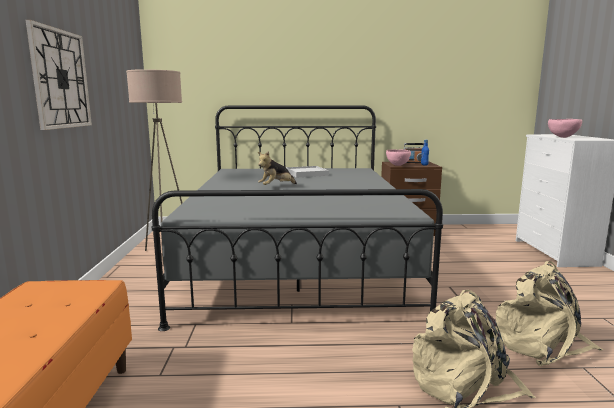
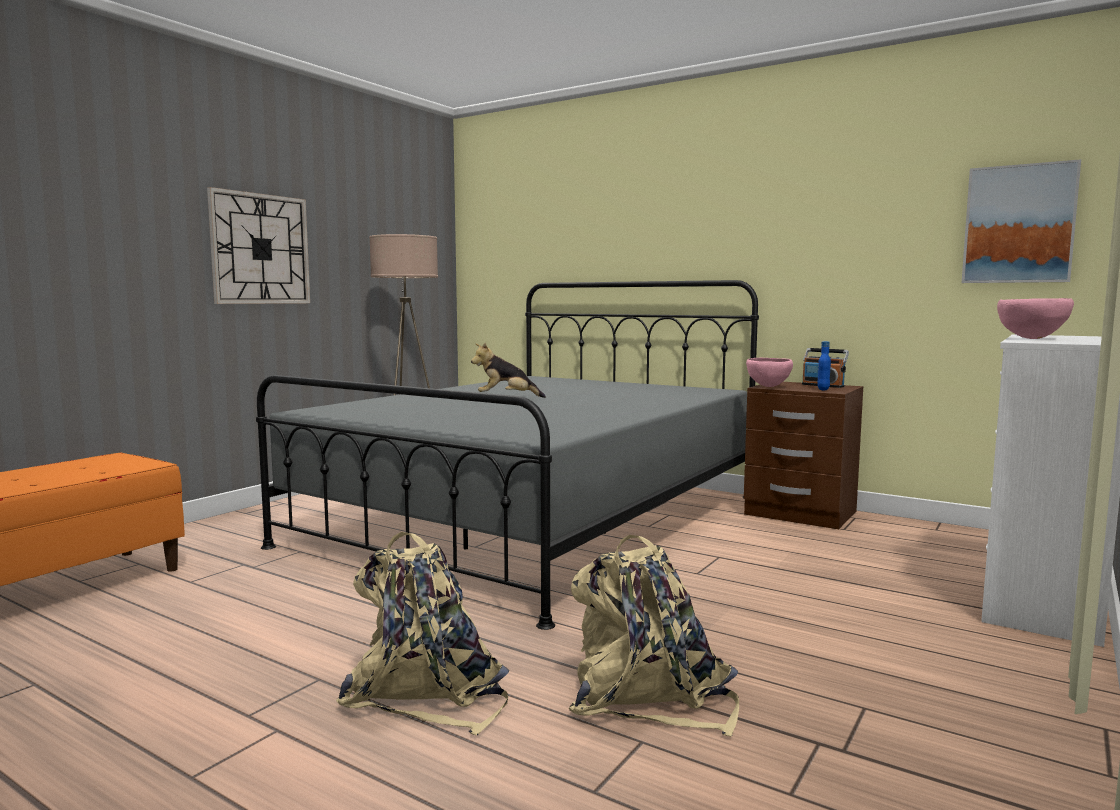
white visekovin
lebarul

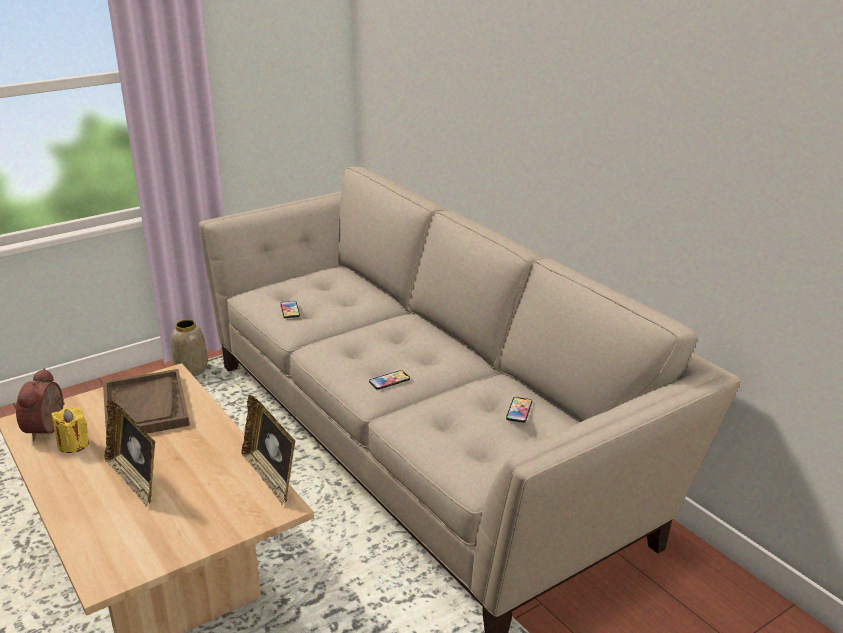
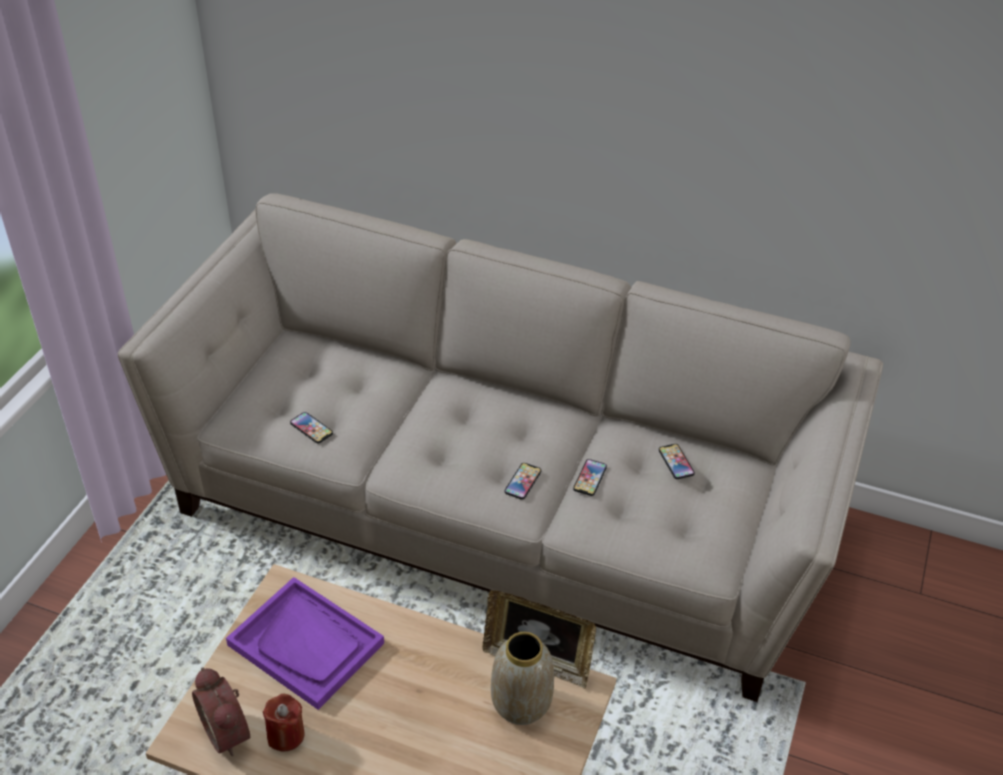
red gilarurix
purple visekovin
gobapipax (no. 1 from left in the first image)
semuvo
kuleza (no. 3 from left)

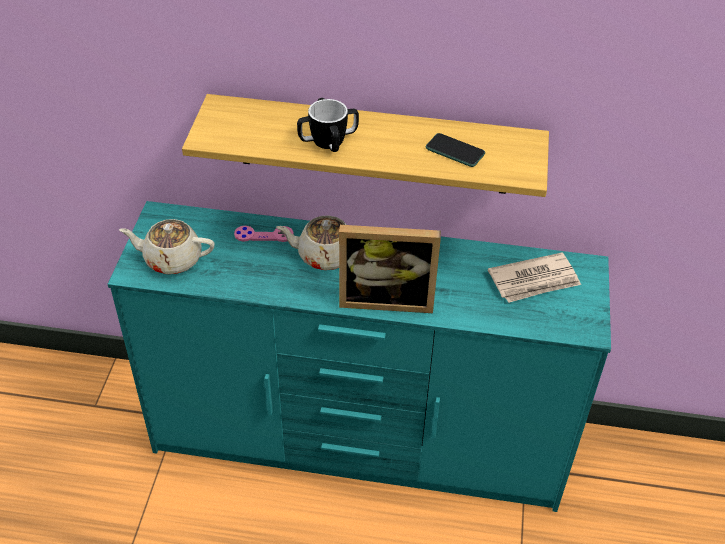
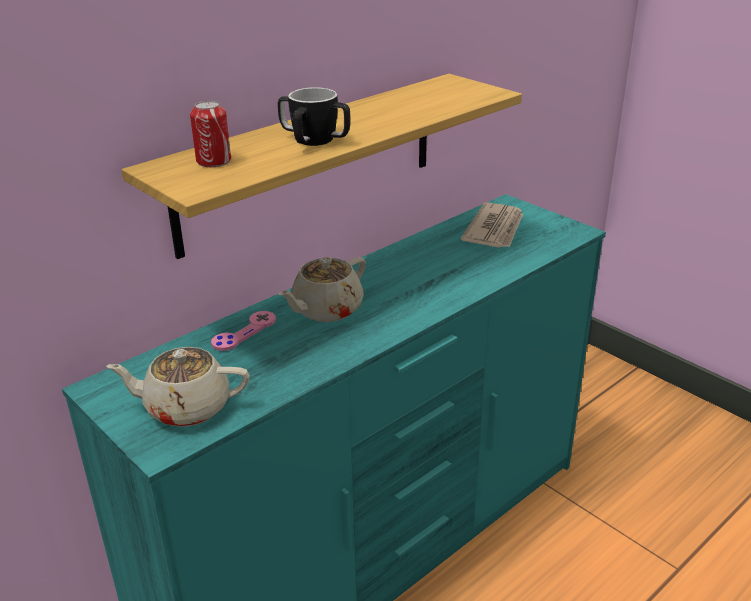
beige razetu (no. 1 from left)
gobapipax
kuleza
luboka

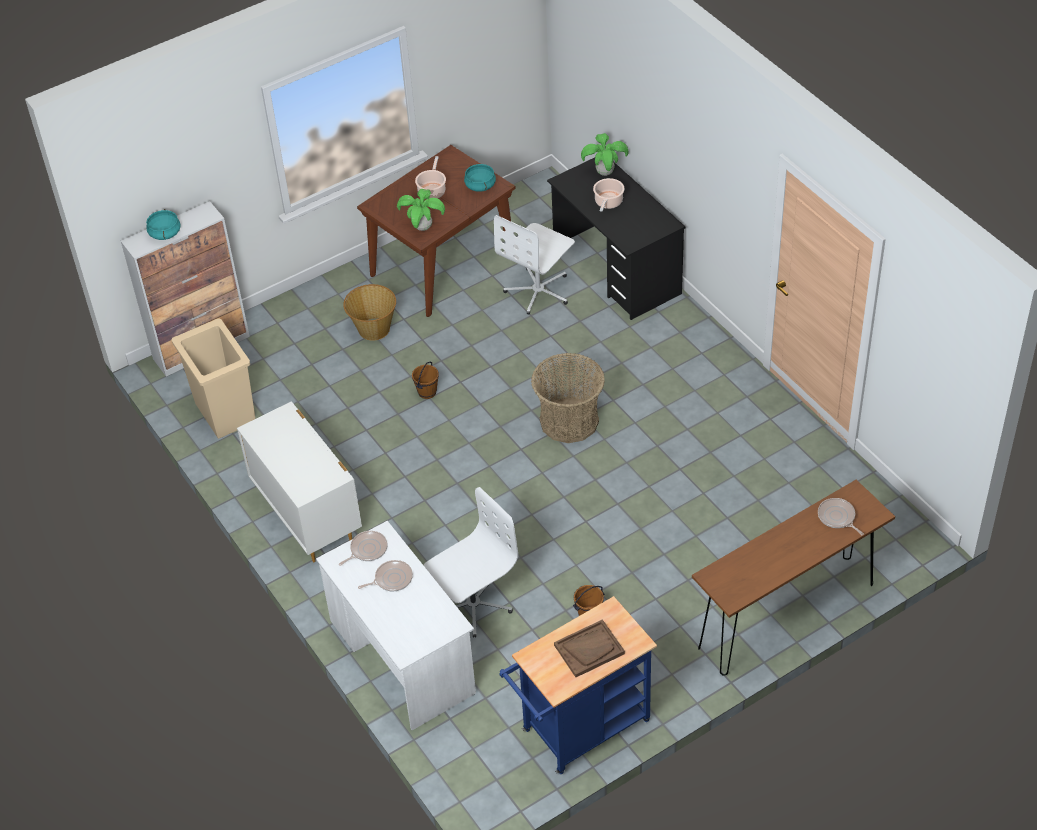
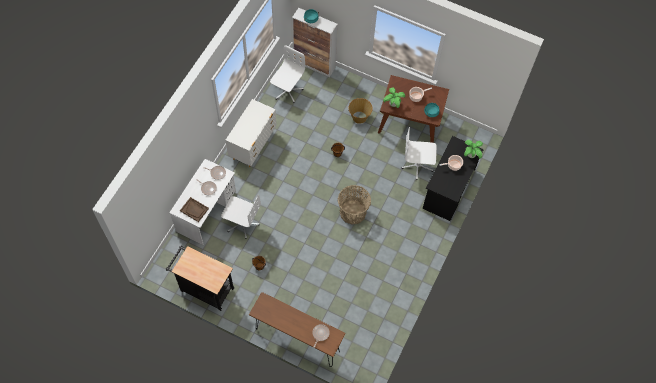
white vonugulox (no. 2 from left)
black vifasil
brown visekovin

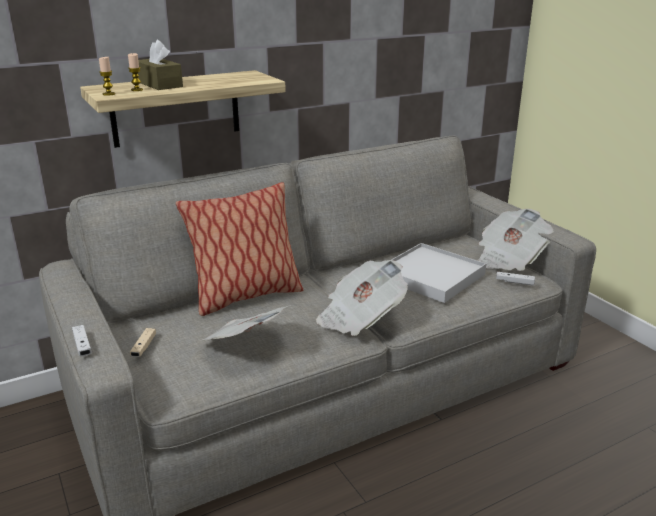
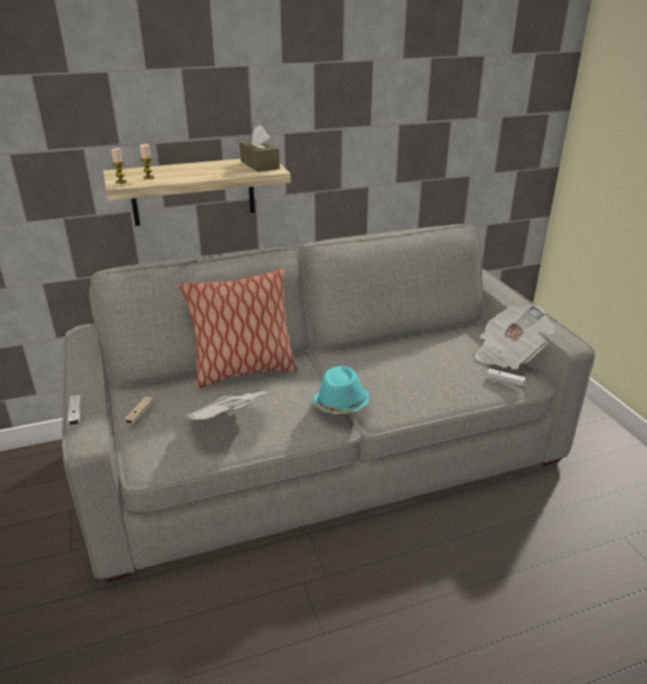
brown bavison
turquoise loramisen
white visekovin

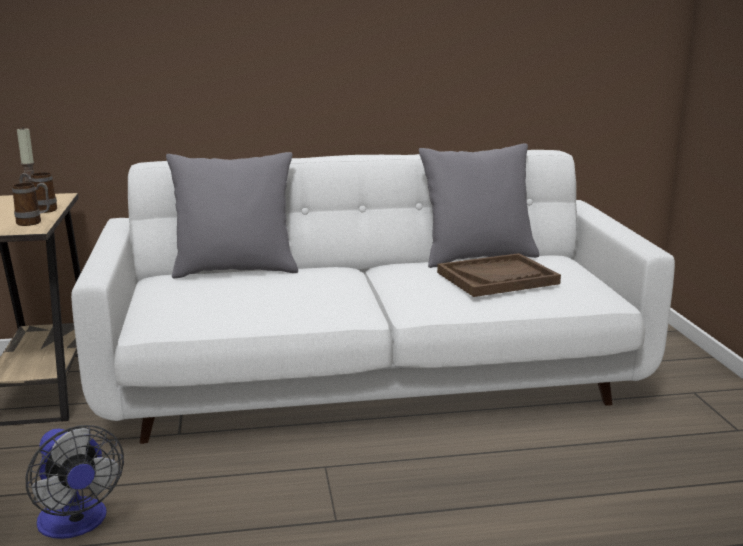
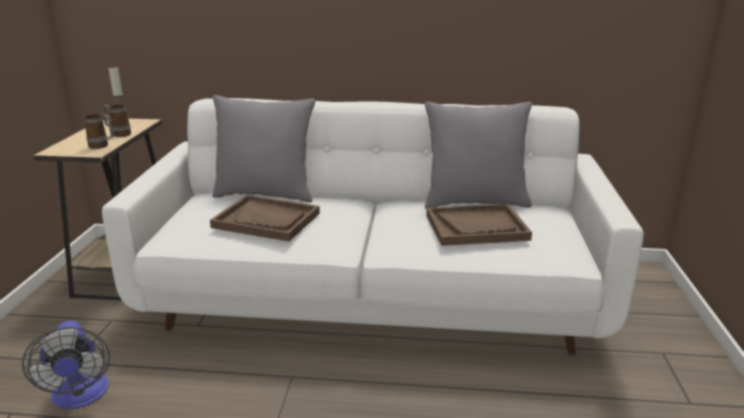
brown visekovin (no. 1 from left)

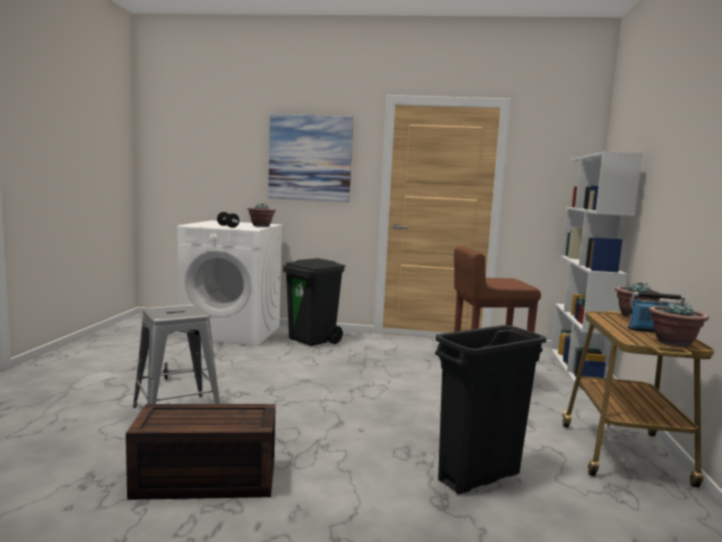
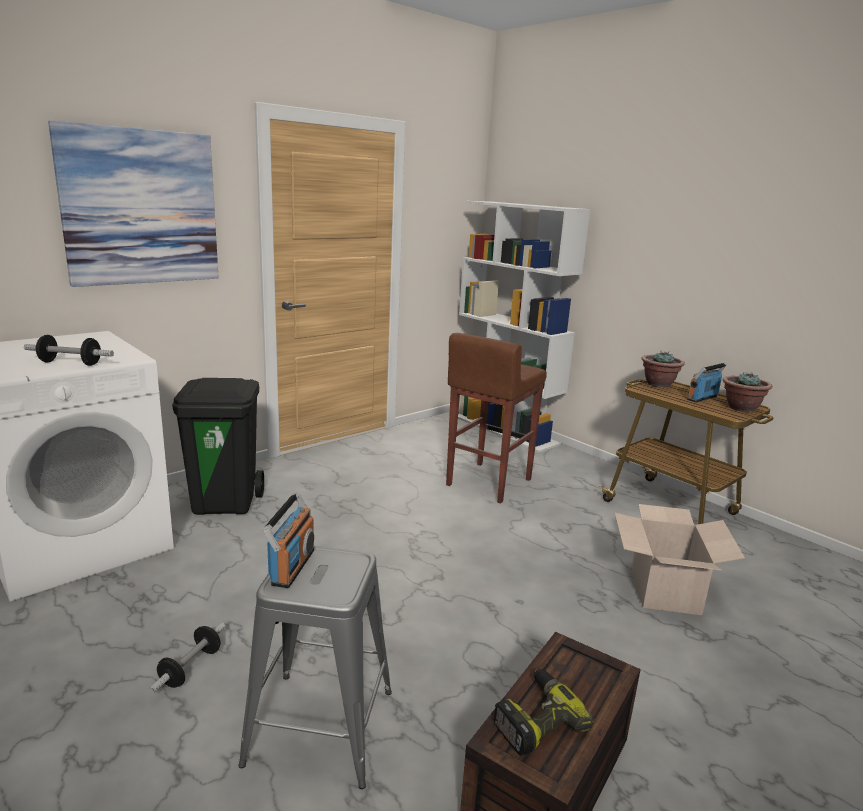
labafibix (no. 1 from left in the first image)
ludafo
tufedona (no. 1 from left)
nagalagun

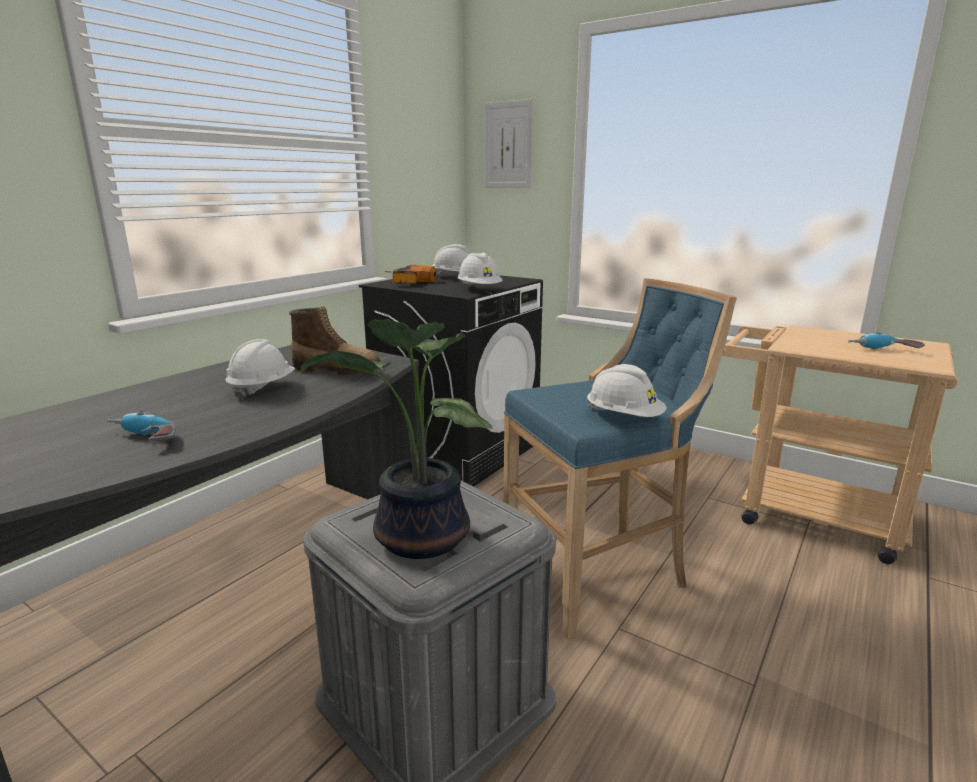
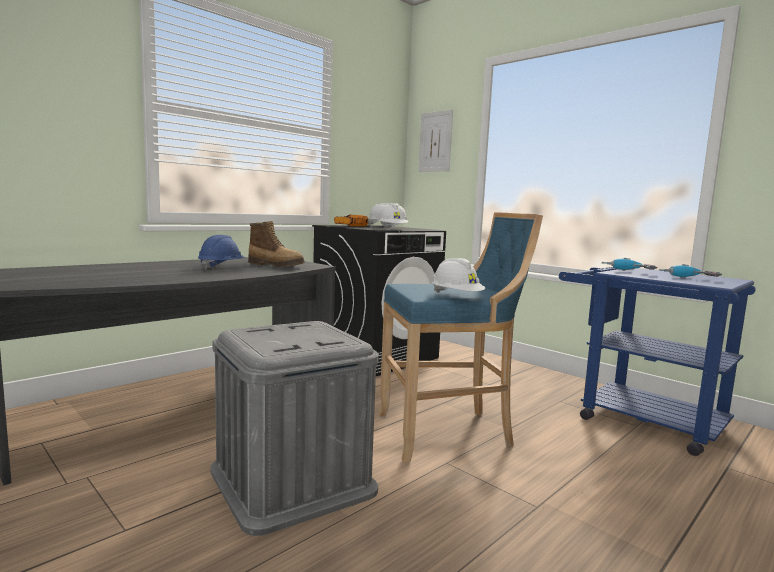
nagalagun (no. 2 from left)
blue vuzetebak
labafibix
blue vifasil

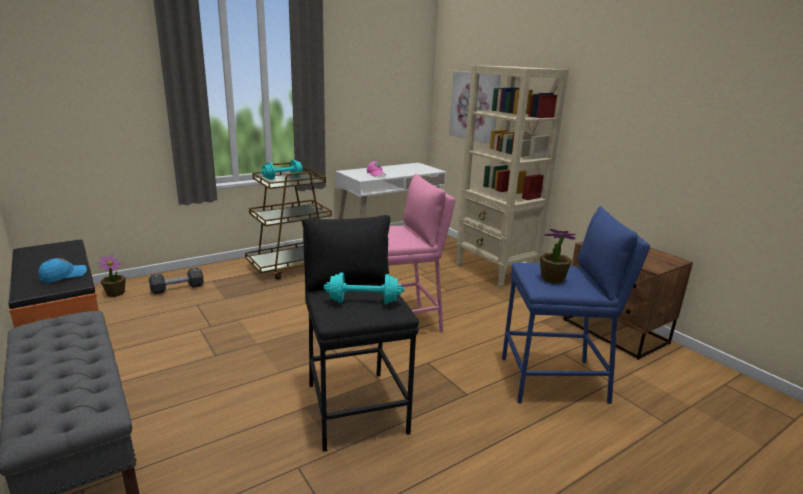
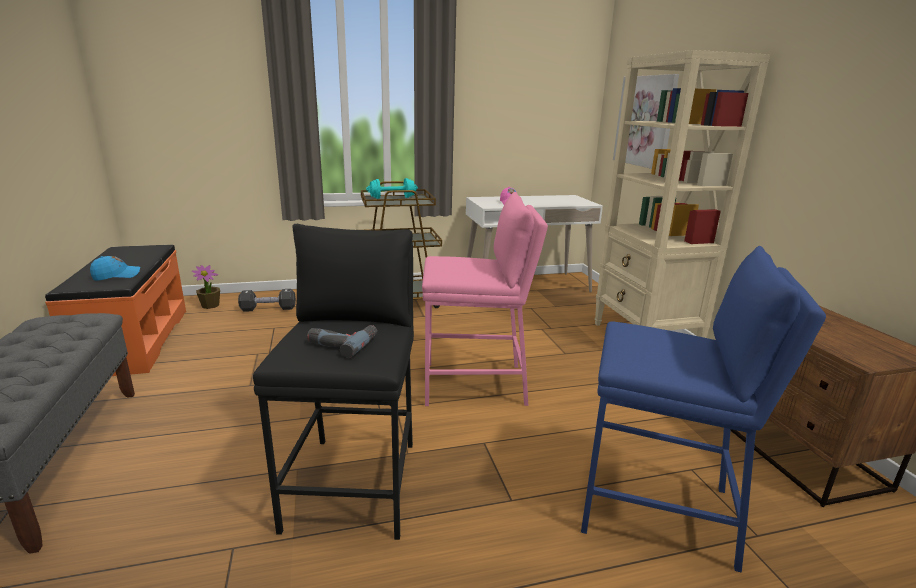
nagalagun
labafibix (no. 2 from left in the first image)

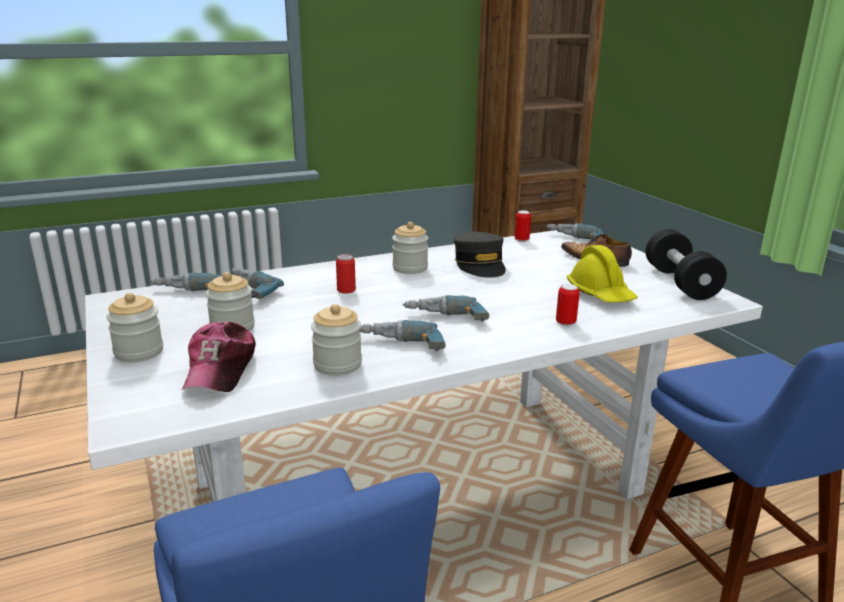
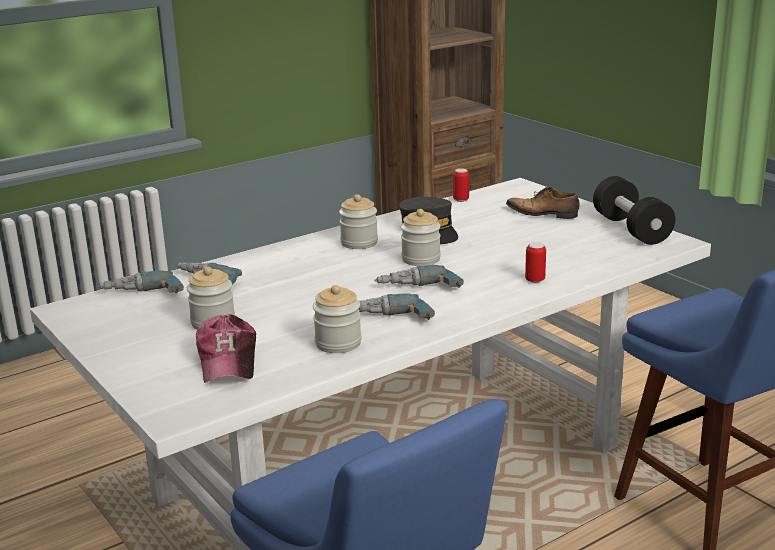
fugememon (no. 4 from left)
luboka (no. 1 from left in the first image)
nagalagun (no. 5 from left in the first image)
yellow vuzetebak

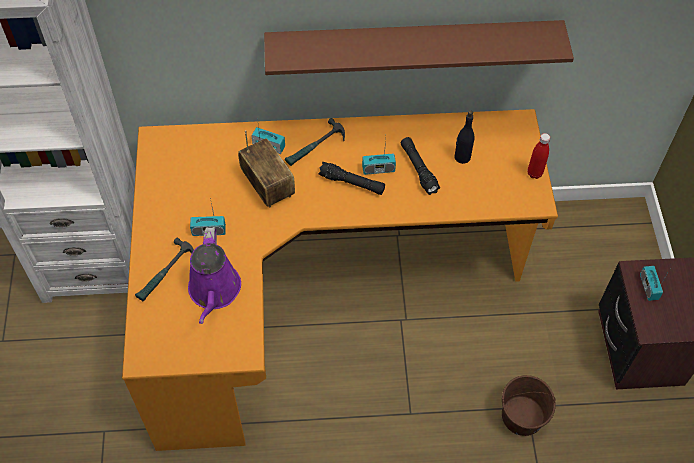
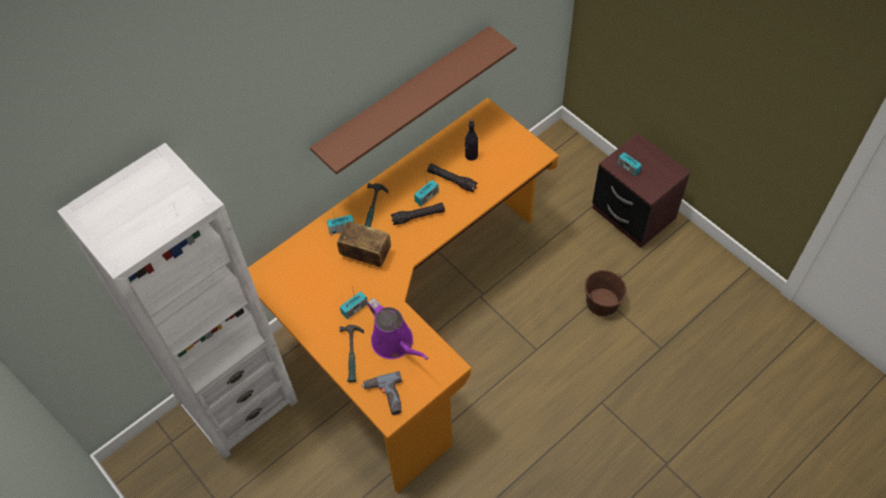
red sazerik
nagalagun

